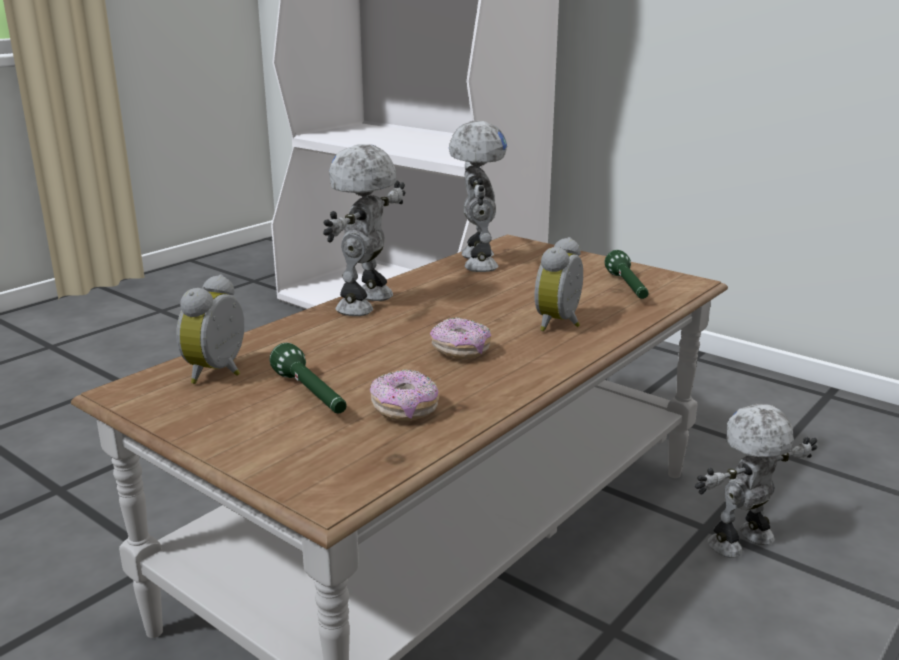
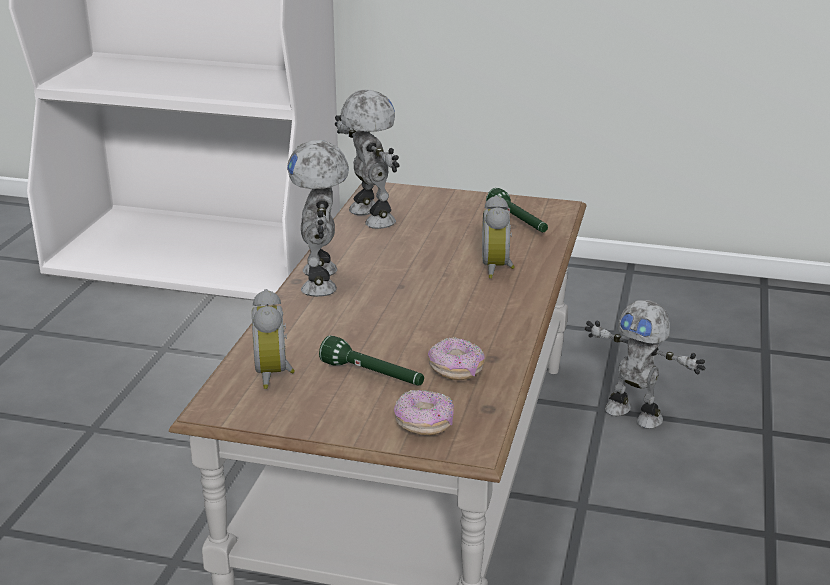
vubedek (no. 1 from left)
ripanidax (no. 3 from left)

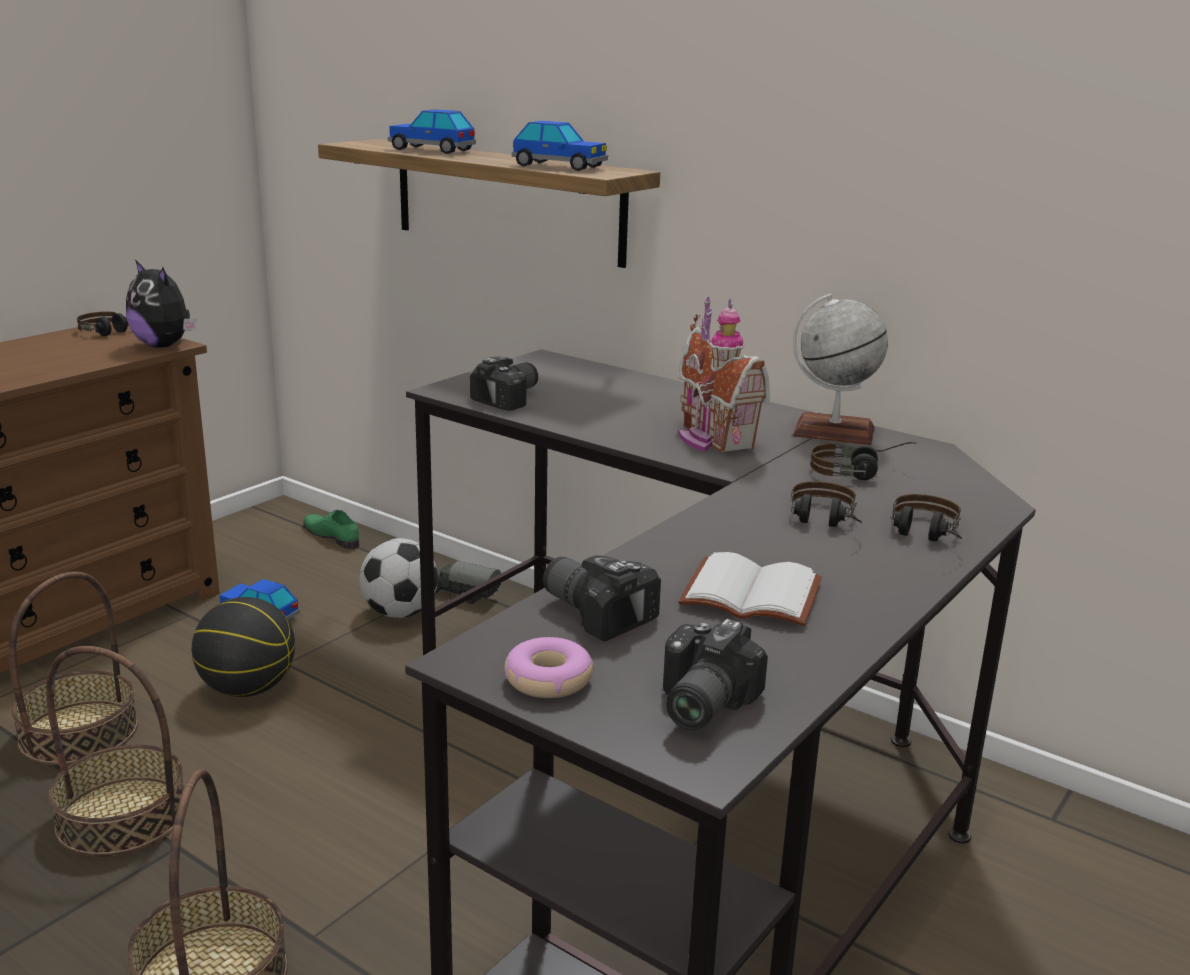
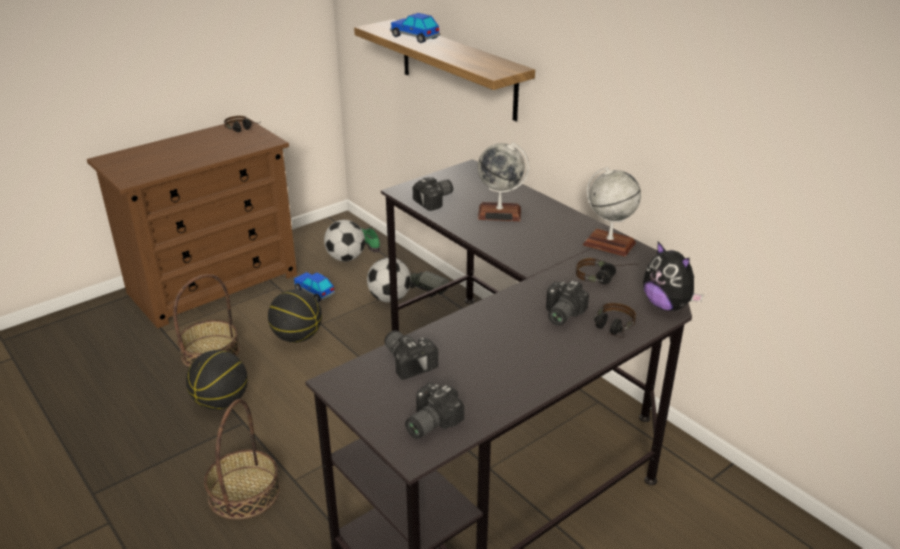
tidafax (no. 1 from left)
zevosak
vubedek
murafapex (no. 3 from left in the first image)
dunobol
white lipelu
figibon (no. 4 from left)
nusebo (no. 1 from left)
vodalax (no. 1 from left)

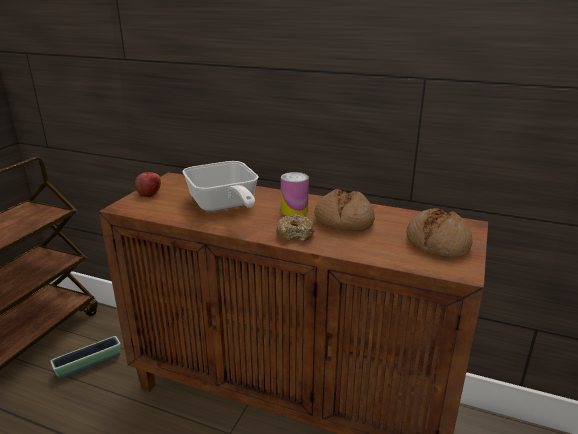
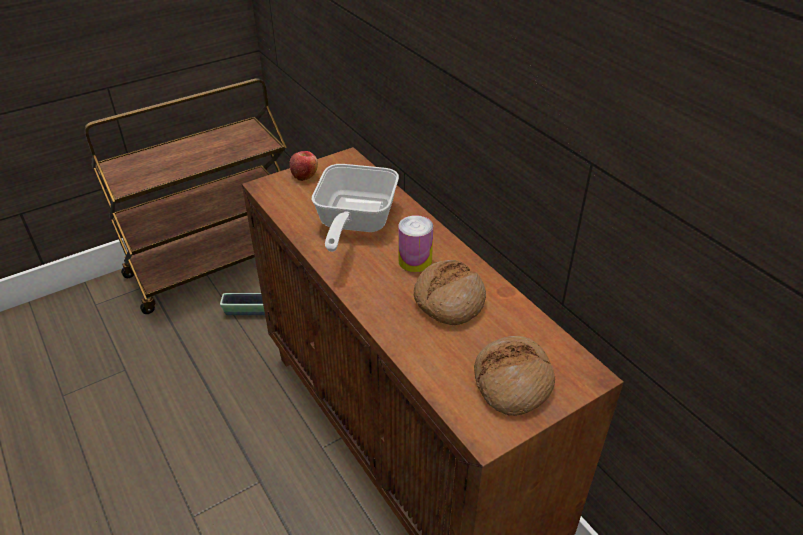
vubedek

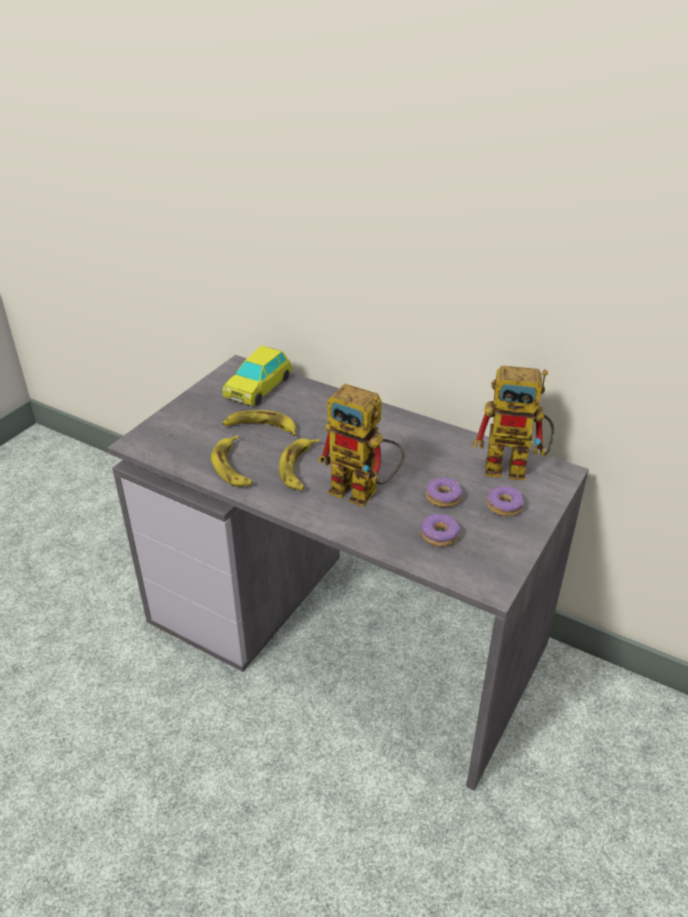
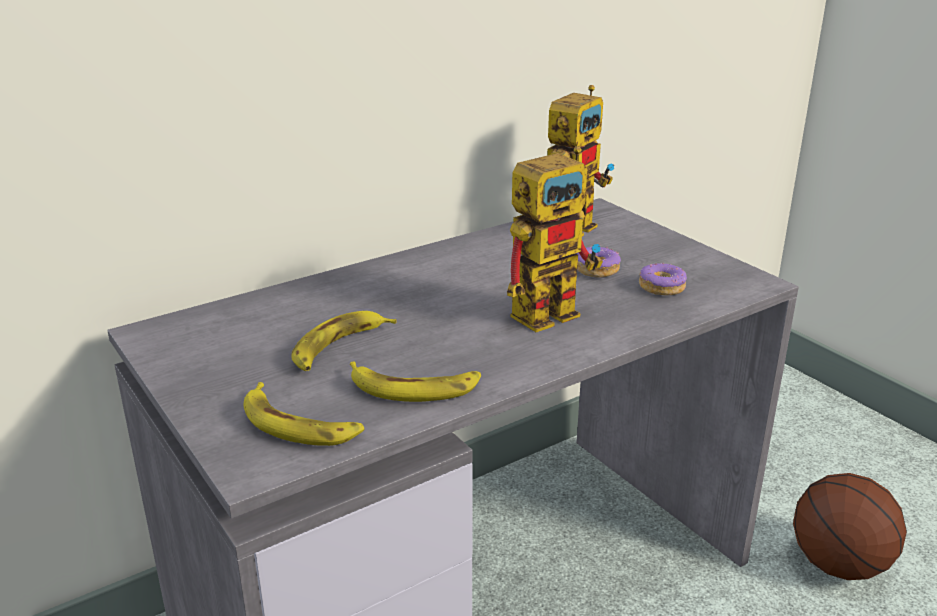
murafapex
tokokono (no. 1 from left)
vubedek (no. 3 from left in the first image)
tidafax

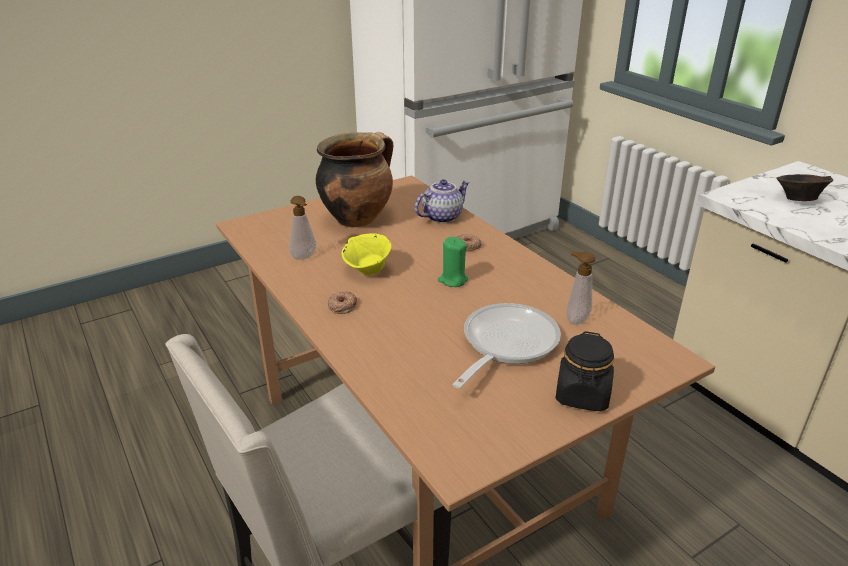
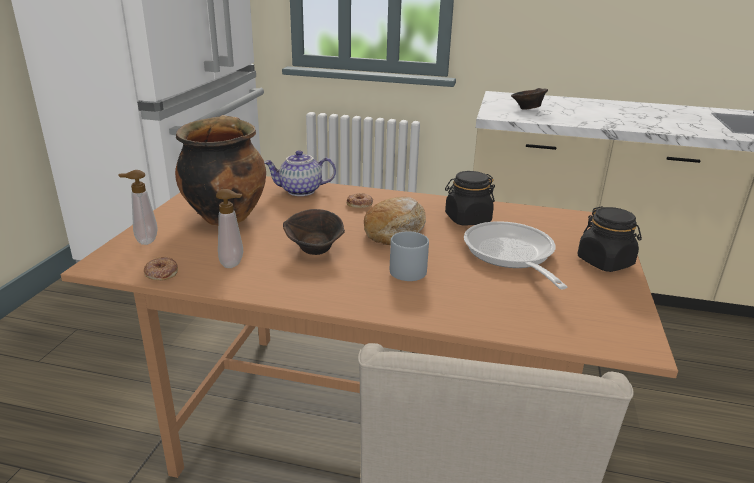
vubedek (no. 1 from left)
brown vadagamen (no. 1 from left)
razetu
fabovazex
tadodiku (no. 1 from left)
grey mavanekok
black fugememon (no. 1 from left)

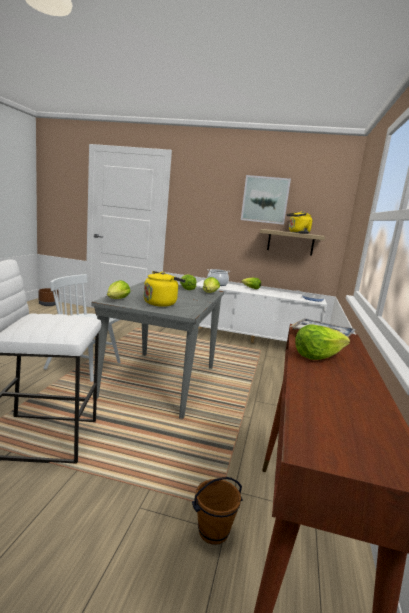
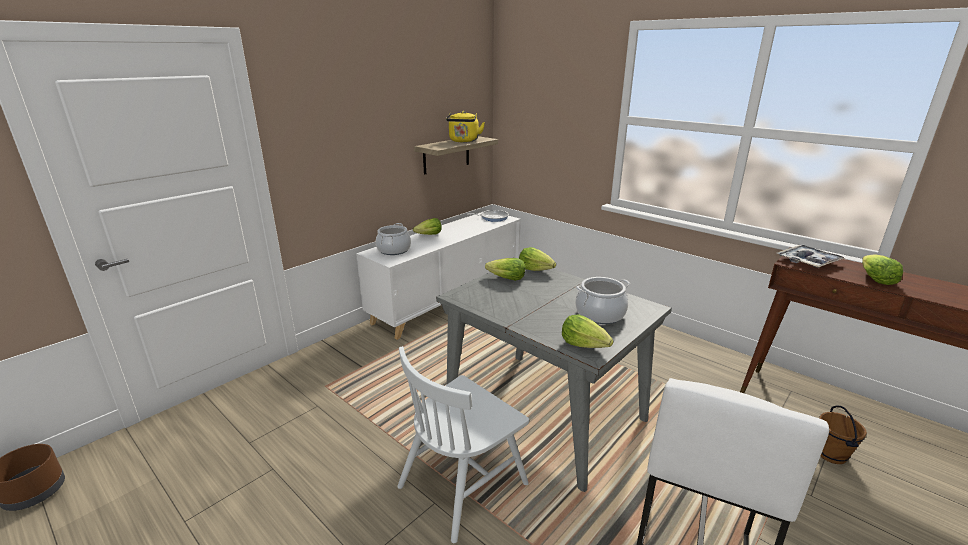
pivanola (no. 2 from left)
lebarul

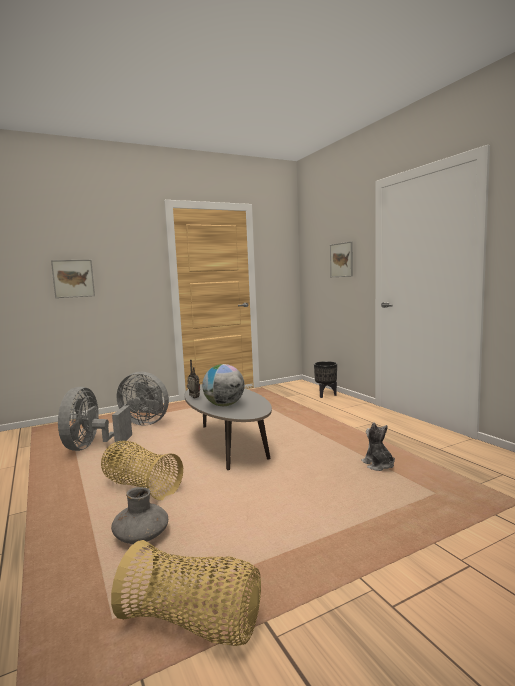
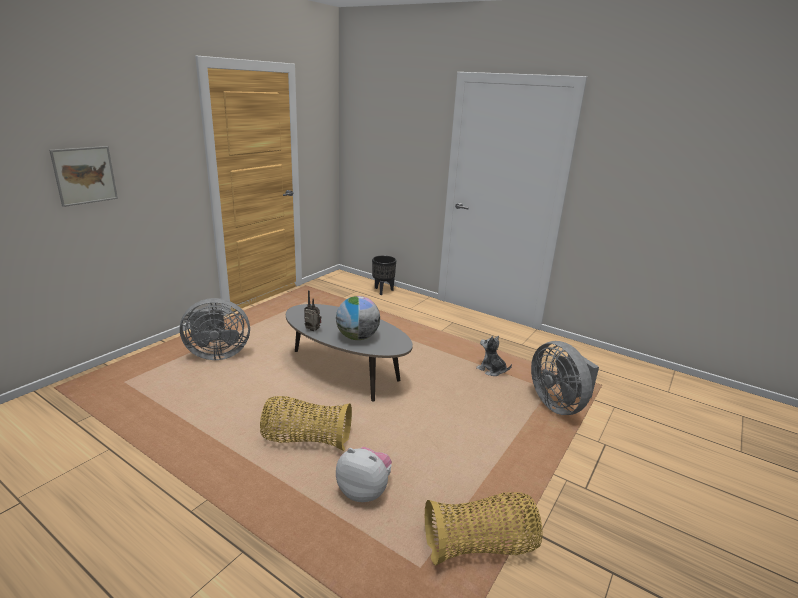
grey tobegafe (no. 2 from left)
zevosak (no. 1 from left)
lebarul (no. 2 from left in the first image)

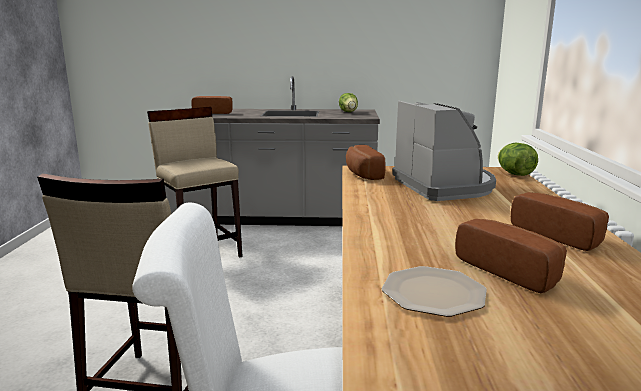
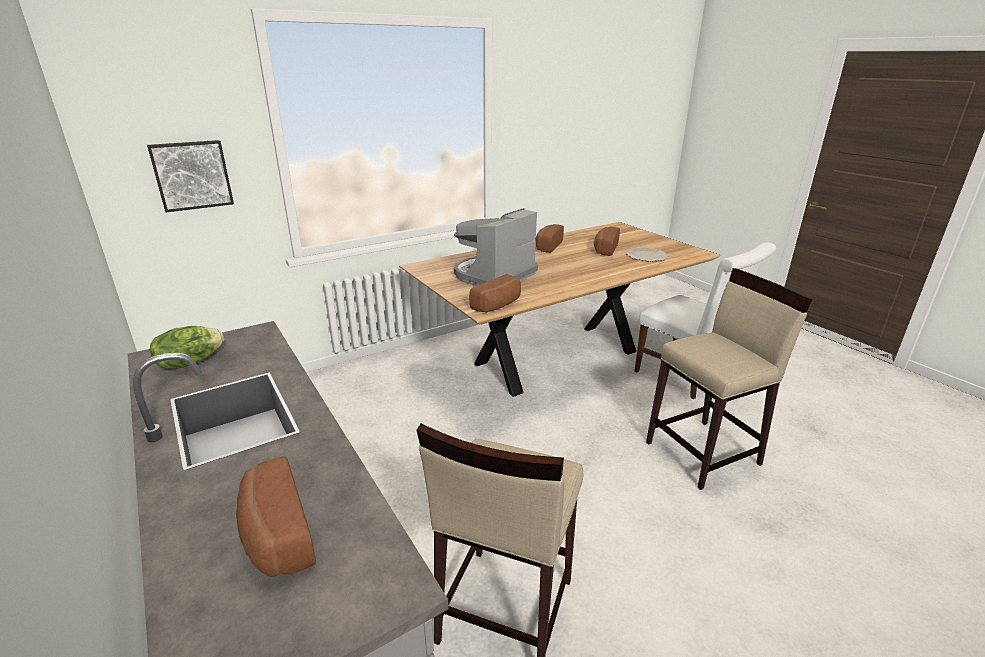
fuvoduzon (no. 2 from left in the first image)
lebarul

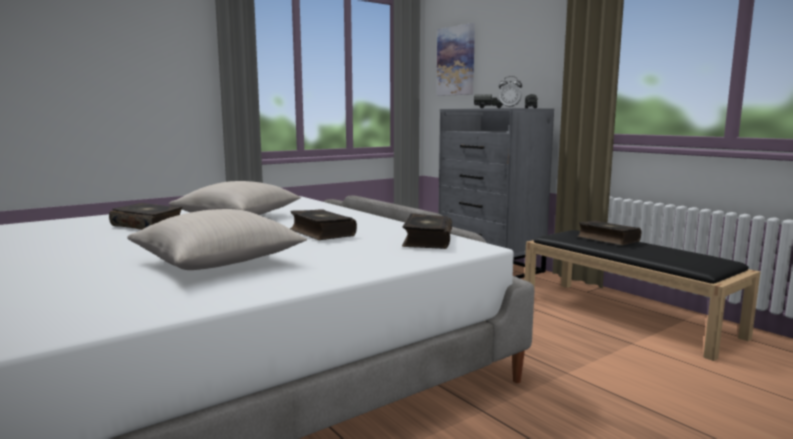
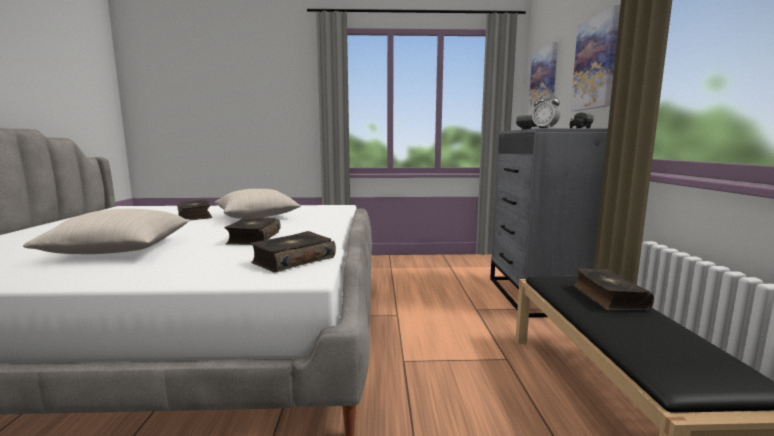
lebarul (no. 2 from left)

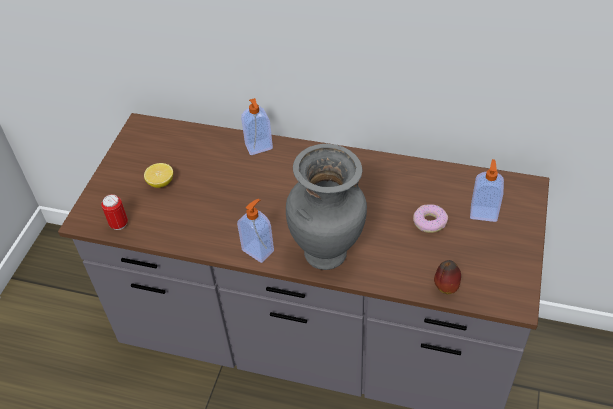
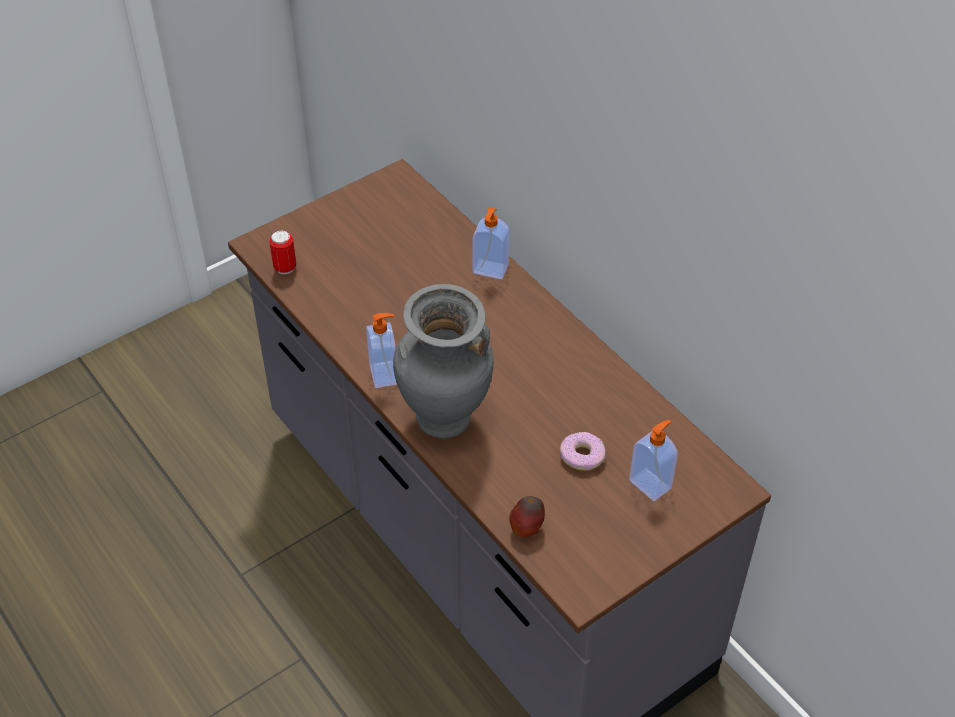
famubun

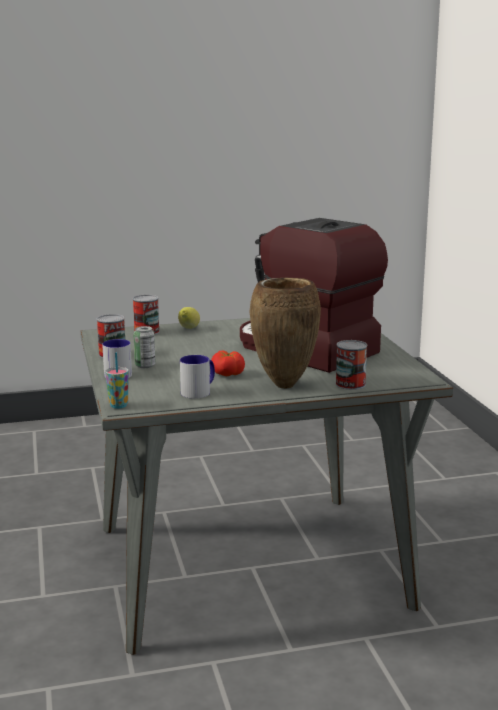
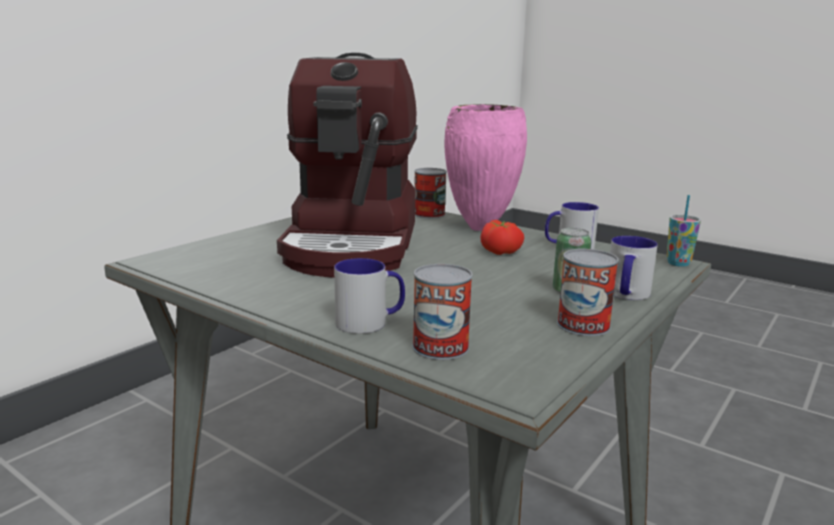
mavanekok (no. 1 from left)
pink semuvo

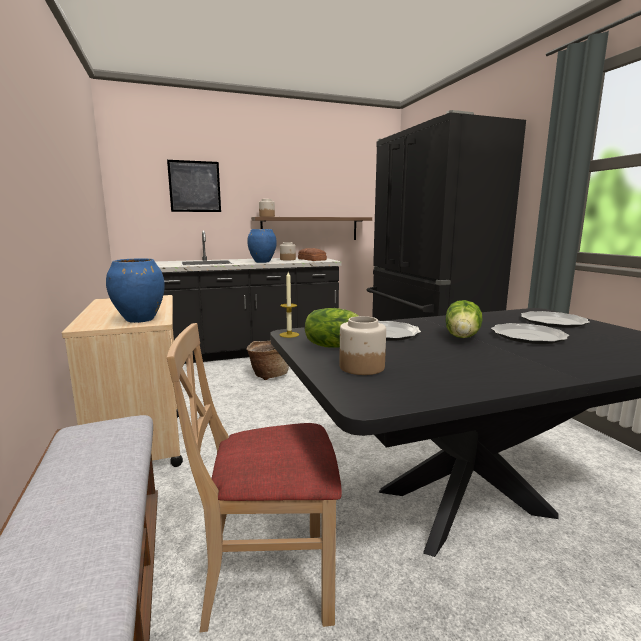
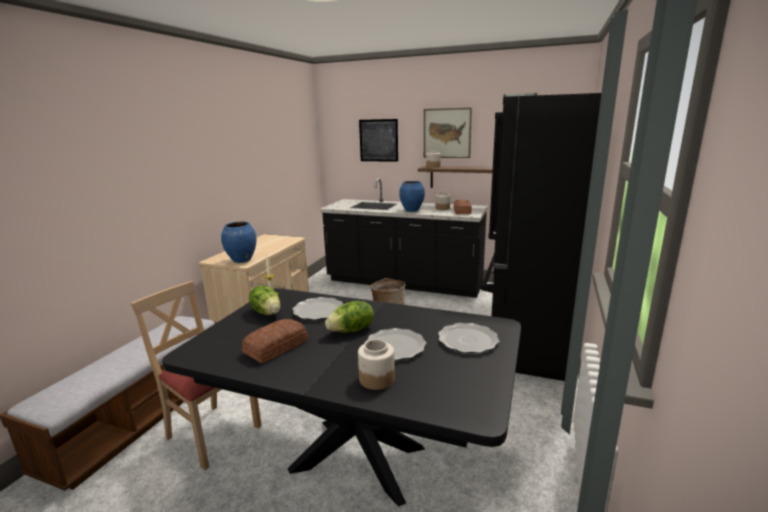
fugememon (no. 1 from left)
fabovazex (no. 1 from left)
lebarul (no. 2 from left)

